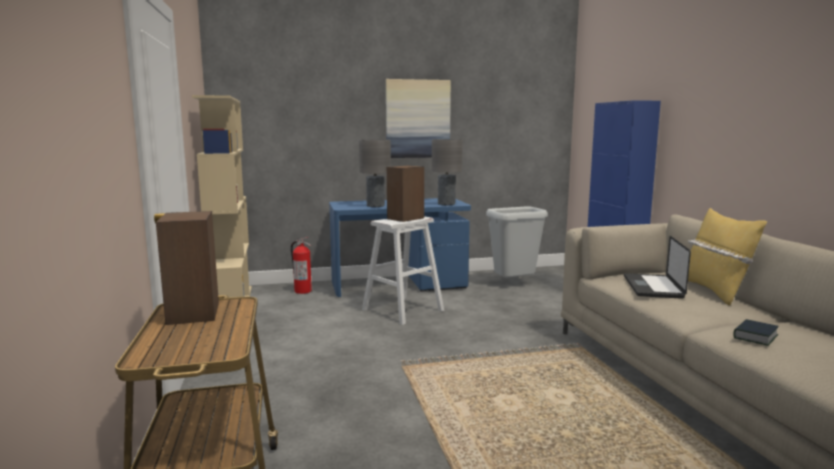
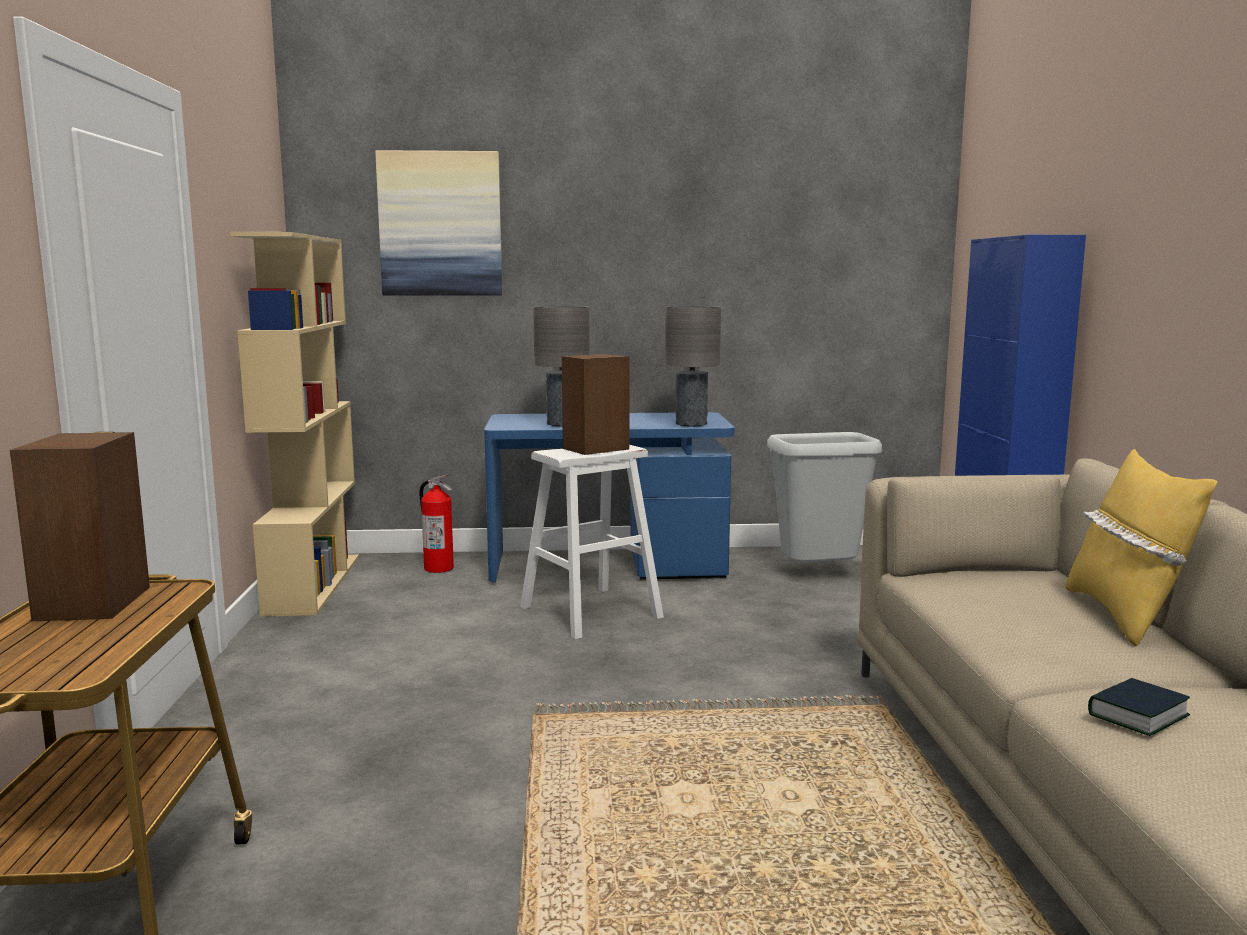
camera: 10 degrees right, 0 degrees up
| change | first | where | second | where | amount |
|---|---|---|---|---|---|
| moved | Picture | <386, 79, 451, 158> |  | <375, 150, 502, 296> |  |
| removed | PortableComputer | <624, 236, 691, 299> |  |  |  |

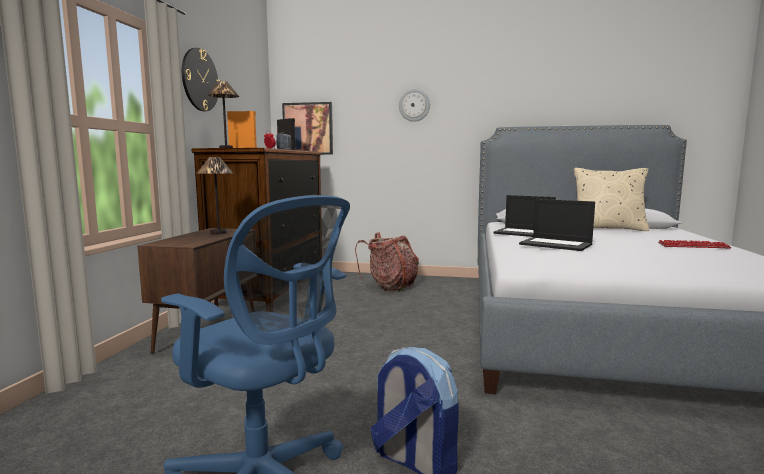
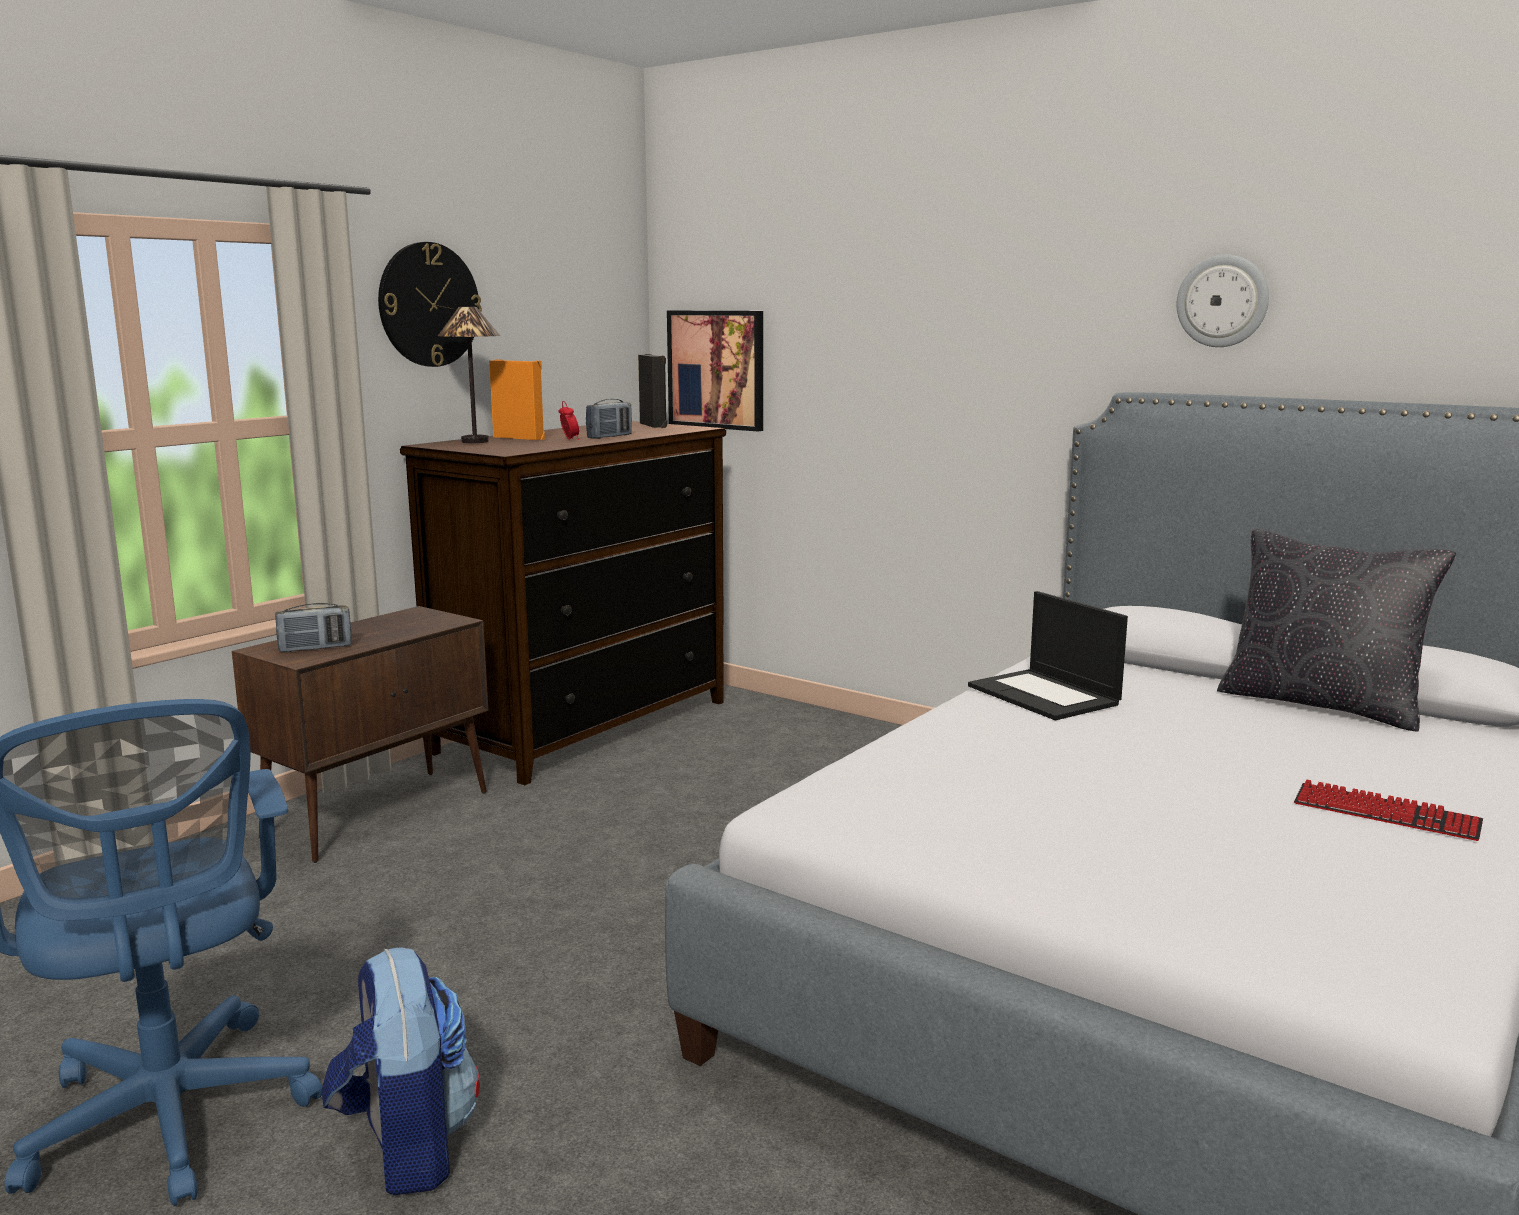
camera: 25 degrees right, 5 degrees up
| change | first | where | second | where | amount |
|---|---|---|---|---|---|
| moved | ClockOnTheWall | <399, 89, 430, 122> |  | <1176, 255, 1269, 347> |  |
| removed | TabletopLamp | <196, 157, 233, 234> |  |  |  |
| recoloured | BeigeColouredThrowPillow | <574, 168, 649, 231> | BlackThrowPillow | <1217, 529, 1456, 732> |  |
| removed | PortableComputer | <519, 199, 595, 251> |  |  |  |
| removed | Rucksack | <355, 233, 419, 292> |  |  |  |
| added |  |  | RadioReceiver | <275, 603, 352, 652> |  |

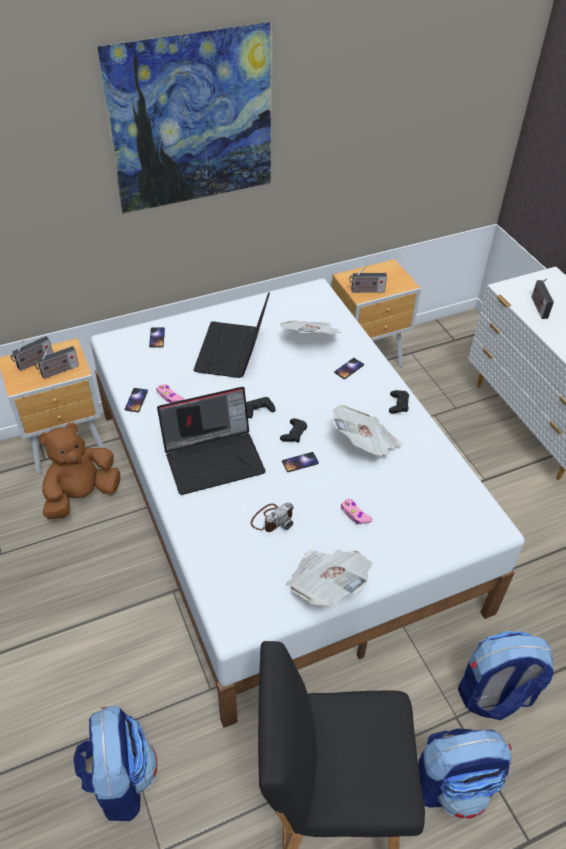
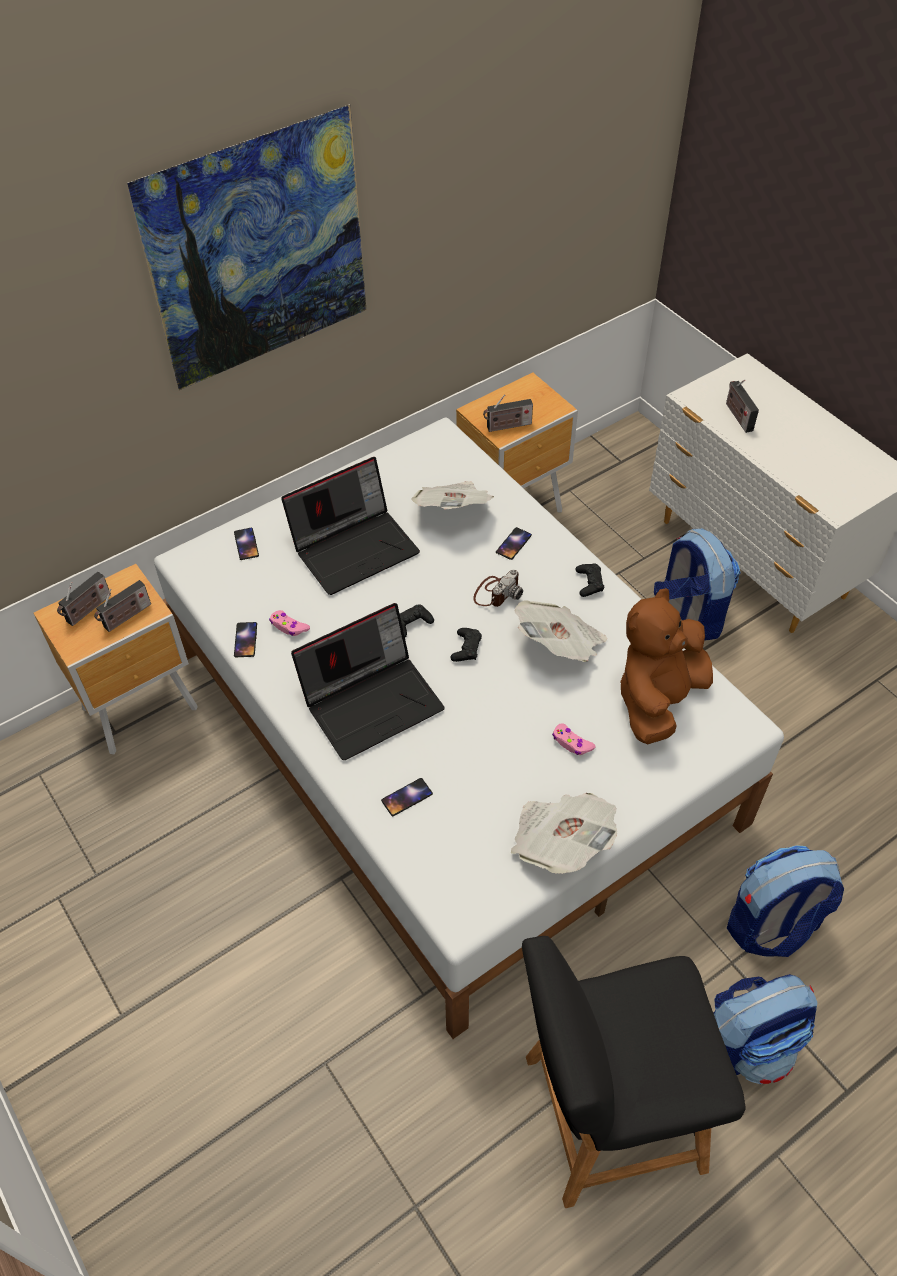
camera: 10 degrees left, 5 degrees up
| change | first | where | second | where | amount |
|---|---|---|---|---|---|
| turned | PortableComputer | <193, 292, 270, 378> |  | <281, 457, 420, 595> | 120 degrees counterclockwise |
| moved | BrownColouredPlushToy | <39, 423, 120, 519> |  | <620, 588, 713, 744> |  |
| moved | Handset | <282, 452, 319, 472> |  | <381, 778, 433, 816> |  |
| moved | PhotoCamera | <251, 503, 294, 532> |  | <473, 570, 523, 607> |  |
| moved | Rucksack | <74, 706, 157, 821> |  | <654, 528, 741, 641> |  |

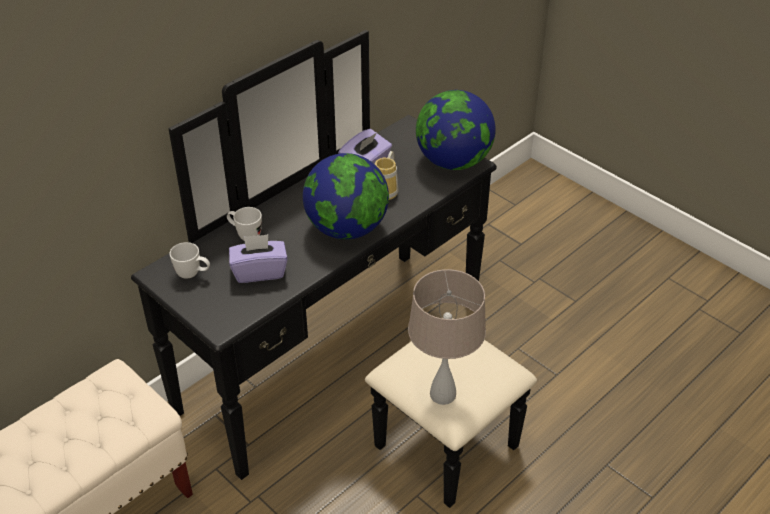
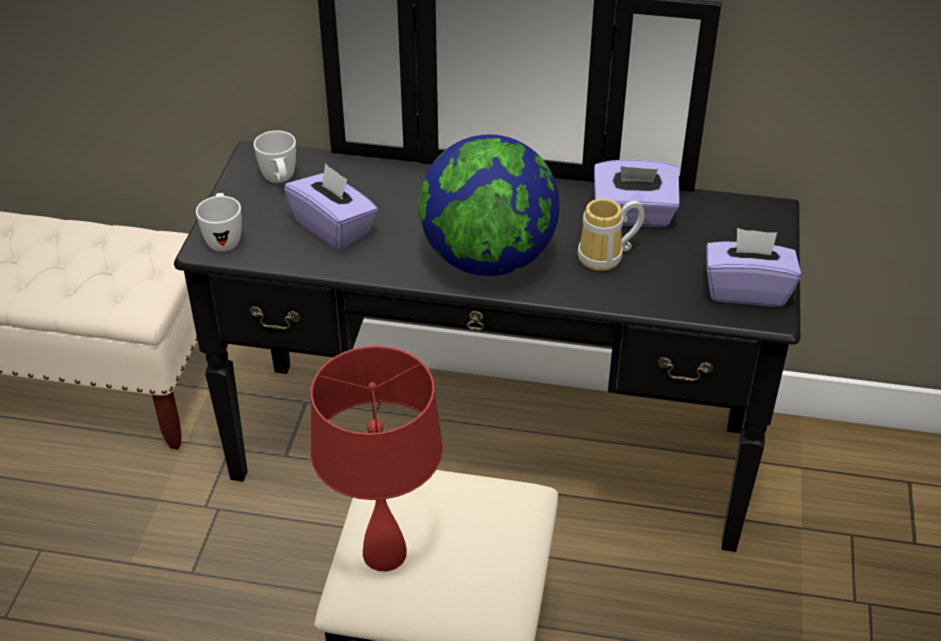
camera: 55 degrees right, 0 degrees up
| change | first | where | second | where | amount |
|---|---|---|---|---|---|
| replaced | Globe | <416, 90, 496, 170> | PurpleColouredTissueBox | <706, 228, 801, 306> |  |
| moved | WhiteColouredCoffeeMug | <227, 207, 262, 240> |  | <196, 193, 242, 251> |  |
| recoloured | BeigeColouredTabletopLamp | <408, 269, 486, 405> | RedTabletopLamp | <310, 346, 443, 571> |  |

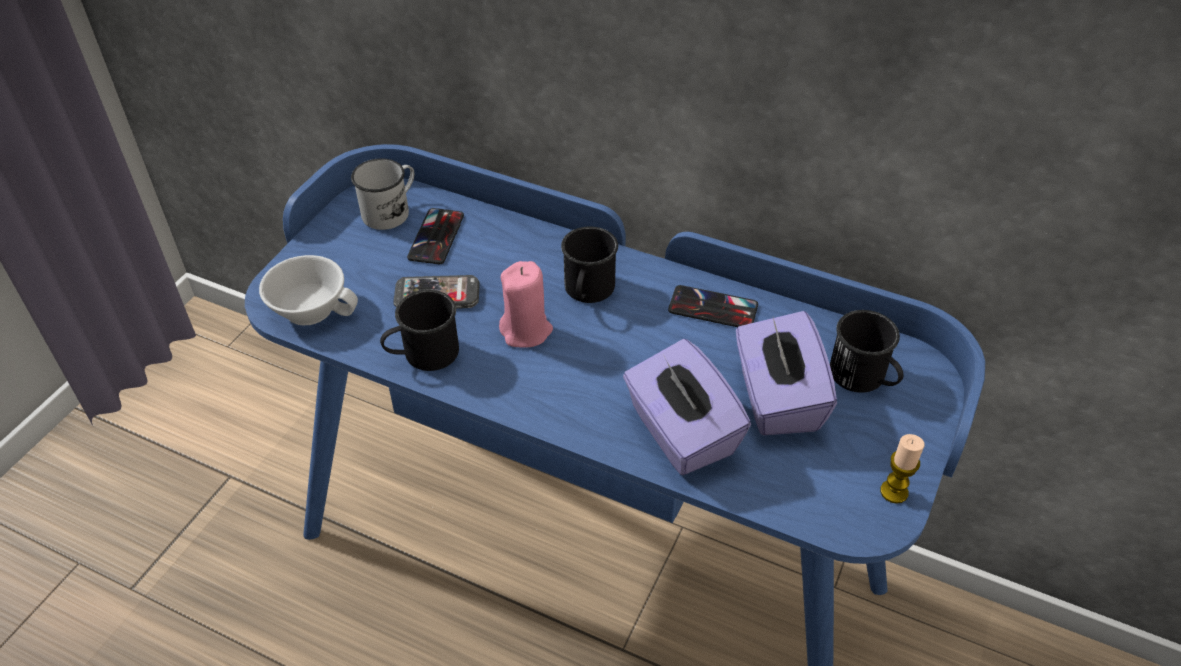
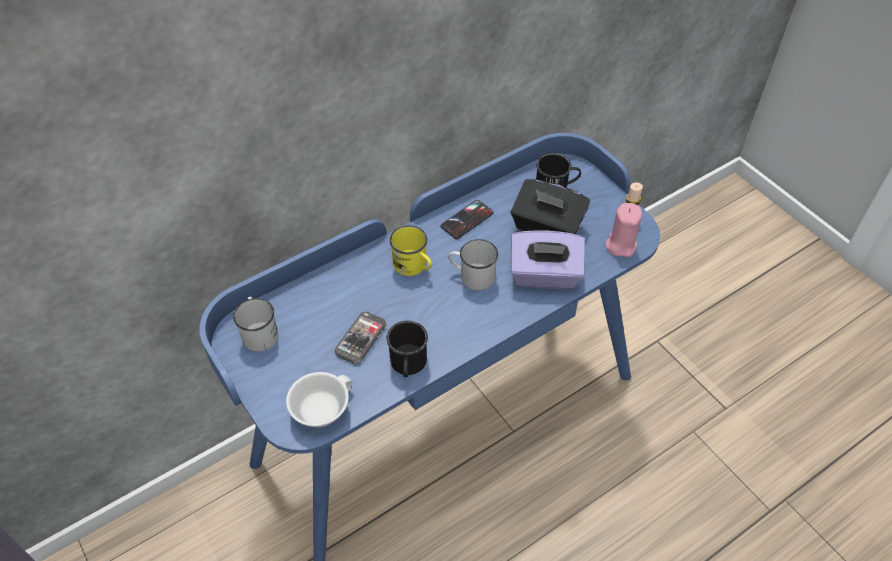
camera: 60 degrees left, 5 degrees up
| change | first | where | second | where | amount |
|---|---|---|---|---|---|
| removed | Handset | <407, 208, 464, 264> |  |  |  |
| recoloured | BlackCoffeeMug | <561, 227, 618, 303> | YellowColouredCoffeeMug | <390, 225, 432, 276> |  |
| moved | PinkColouredCandle | <499, 261, 553, 347> |  | <606, 203, 642, 257> |  |
| recoloured | PurpleColouredTissueBox | <736, 311, 837, 435> | BlackTissueBox | <511, 179, 590, 234> |  |
| added |  |  | WhiteColouredCoffeeMug | <448, 239, 498, 290> |  |

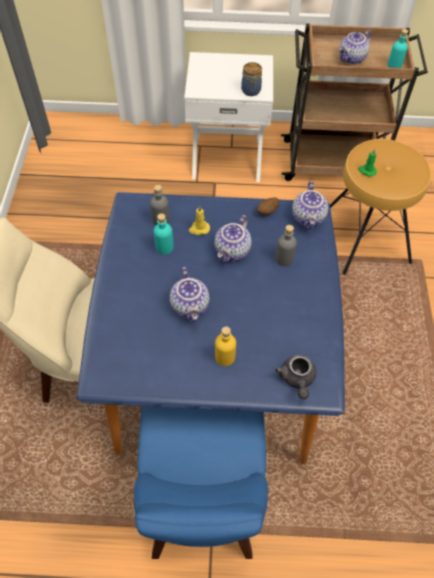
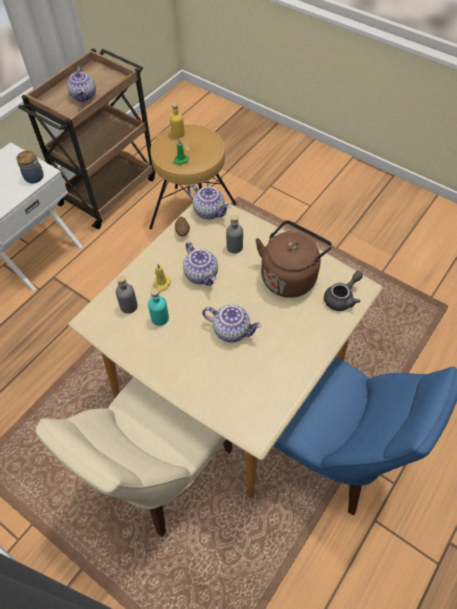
camera: 55 degrees left, 0 degrees up
| change | first | where | second | where | amount |
|---|---|---|---|---|---|
| removed | TurquoiseBottle | <388, 29, 408, 68> |  |  |  |
| recoloured | BlueColouredDiningTable | <77, 192, 345, 465> | BeigeColouredDiningTable | <68, 202, 383, 498> |  |
| moved | YellowColouredBottle | <215, 326, 236, 366> |  | <170, 103, 185, 138> |  |
| turned | GrayTeapot | <275, 355, 316, 399> |  | <324, 271, 363, 311> | 75 degrees counterclockwise |
| added |  |  | BrownColouredTeaKettle | <256, 220, 332, 298> |  |

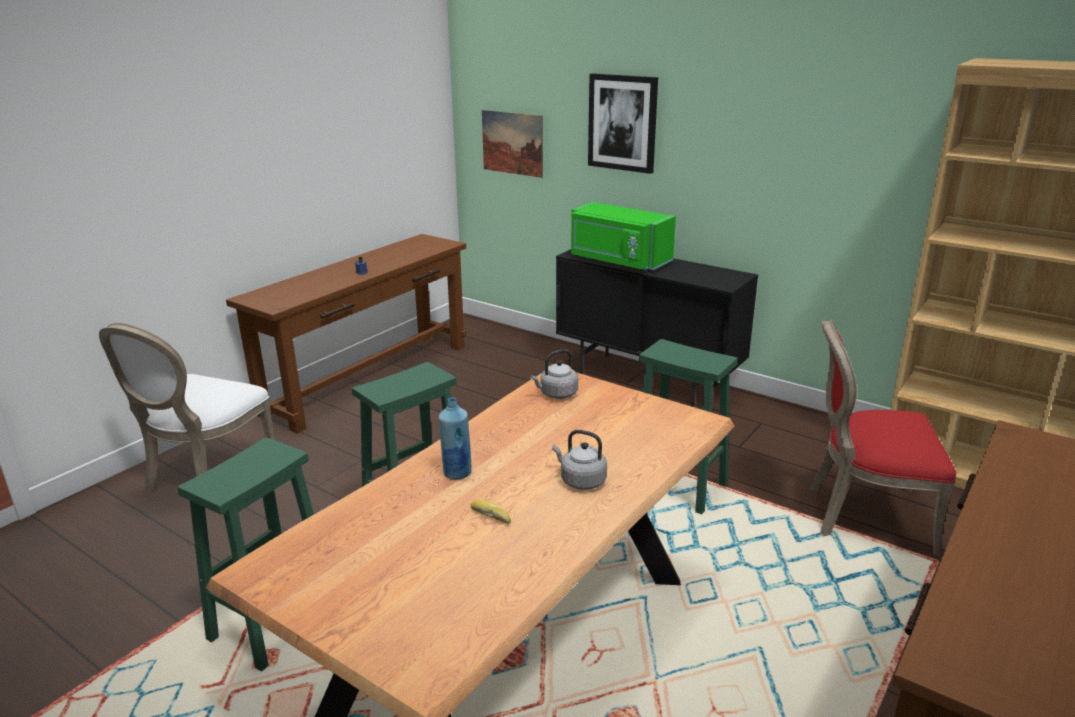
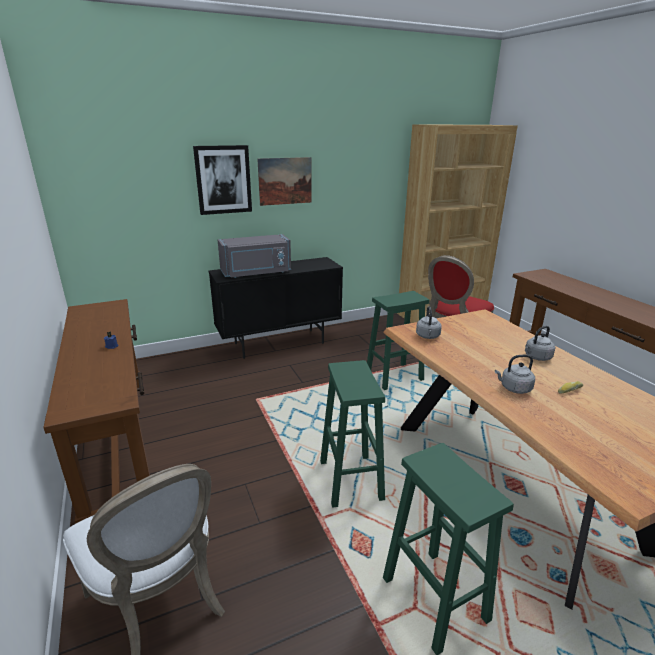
camera: 60 degrees left, 0 degrees up
| change | first | where | second | where | amount |
|---|---|---|---|---|---|
| moved | Picture | <482, 110, 543, 178> |  | <257, 157, 312, 206> |  |
| recoloured | GreenishMicrowave | <571, 202, 676, 271> | GrayMicrowave | <218, 234, 291, 278> |  |
| replaced | BlueColouredBottle | <438, 397, 472, 480> | GrayTeaKettle | <495, 355, 535, 394> |  |

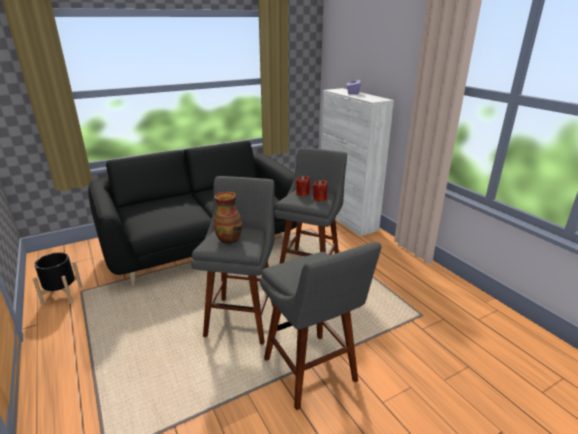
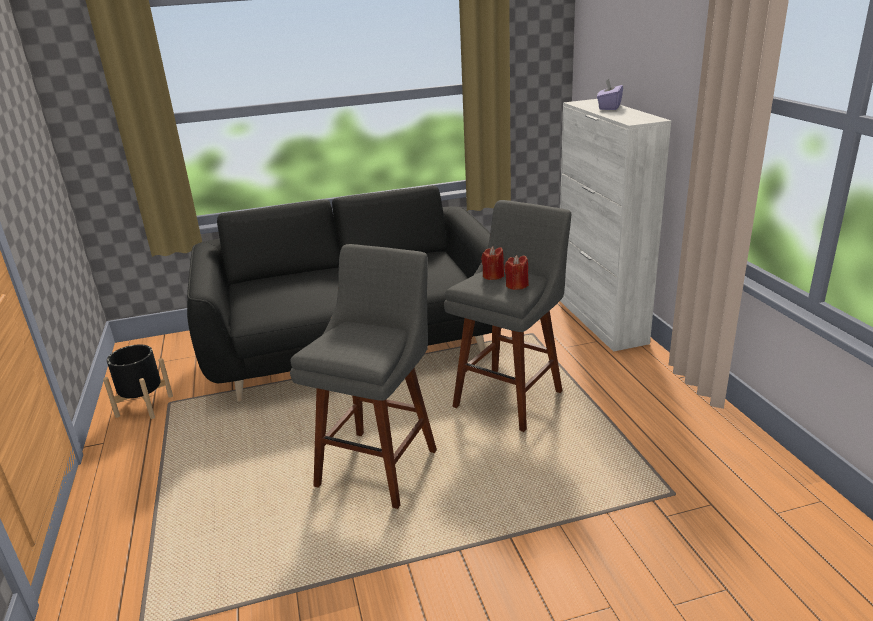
camera: 15 degrees right, 0 degrees up
| change | first | where | second | where | amount |
|---|---|---|---|---|---|
| removed | DecorativeVase | <214, 192, 242, 244> |  |  |  |
| removed | GrayStool | <260, 242, 382, 410> |  |  |  |

